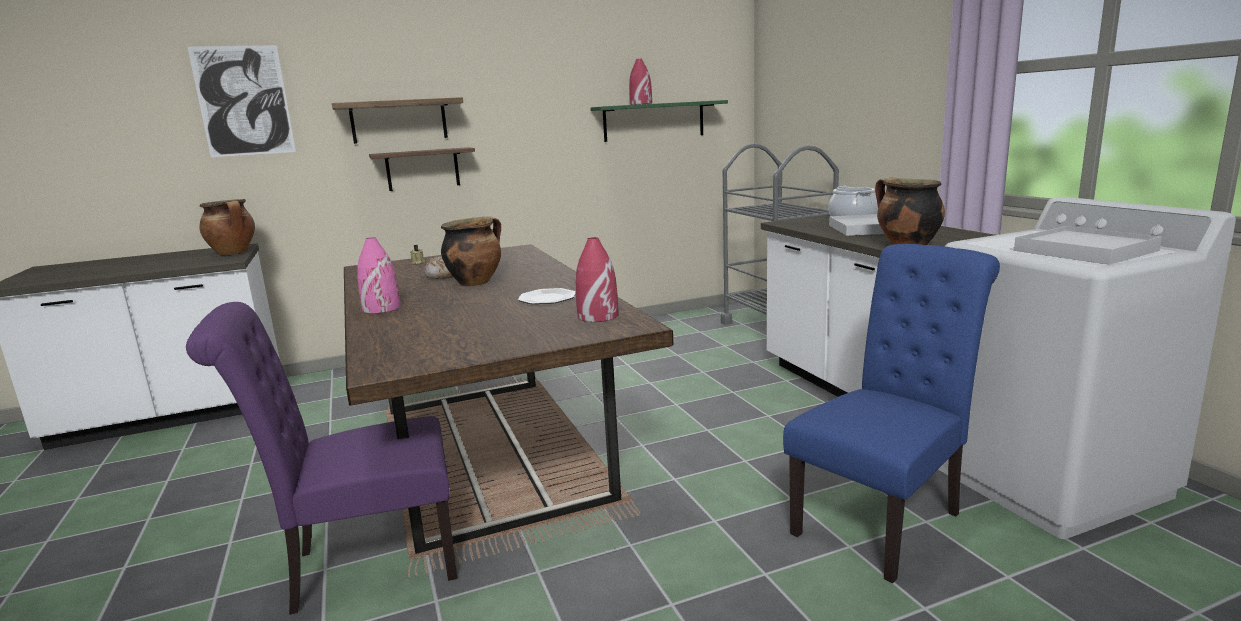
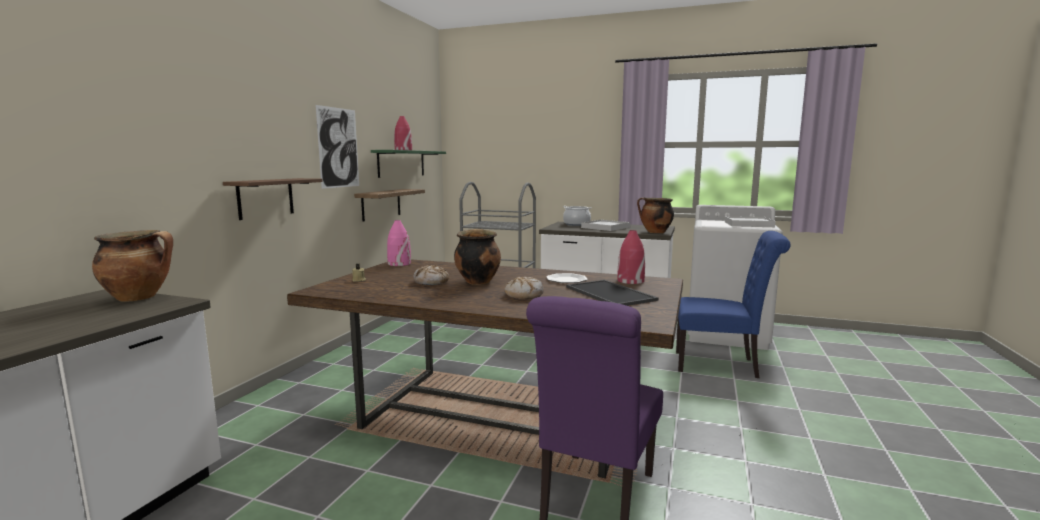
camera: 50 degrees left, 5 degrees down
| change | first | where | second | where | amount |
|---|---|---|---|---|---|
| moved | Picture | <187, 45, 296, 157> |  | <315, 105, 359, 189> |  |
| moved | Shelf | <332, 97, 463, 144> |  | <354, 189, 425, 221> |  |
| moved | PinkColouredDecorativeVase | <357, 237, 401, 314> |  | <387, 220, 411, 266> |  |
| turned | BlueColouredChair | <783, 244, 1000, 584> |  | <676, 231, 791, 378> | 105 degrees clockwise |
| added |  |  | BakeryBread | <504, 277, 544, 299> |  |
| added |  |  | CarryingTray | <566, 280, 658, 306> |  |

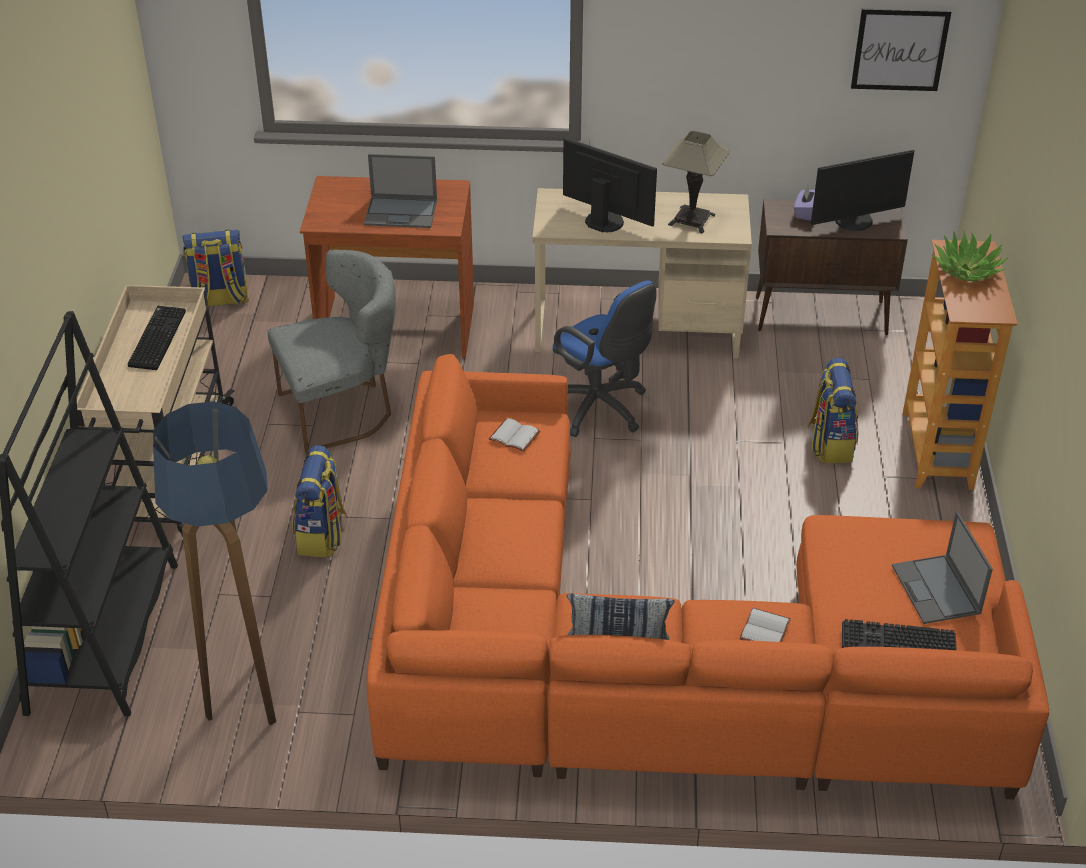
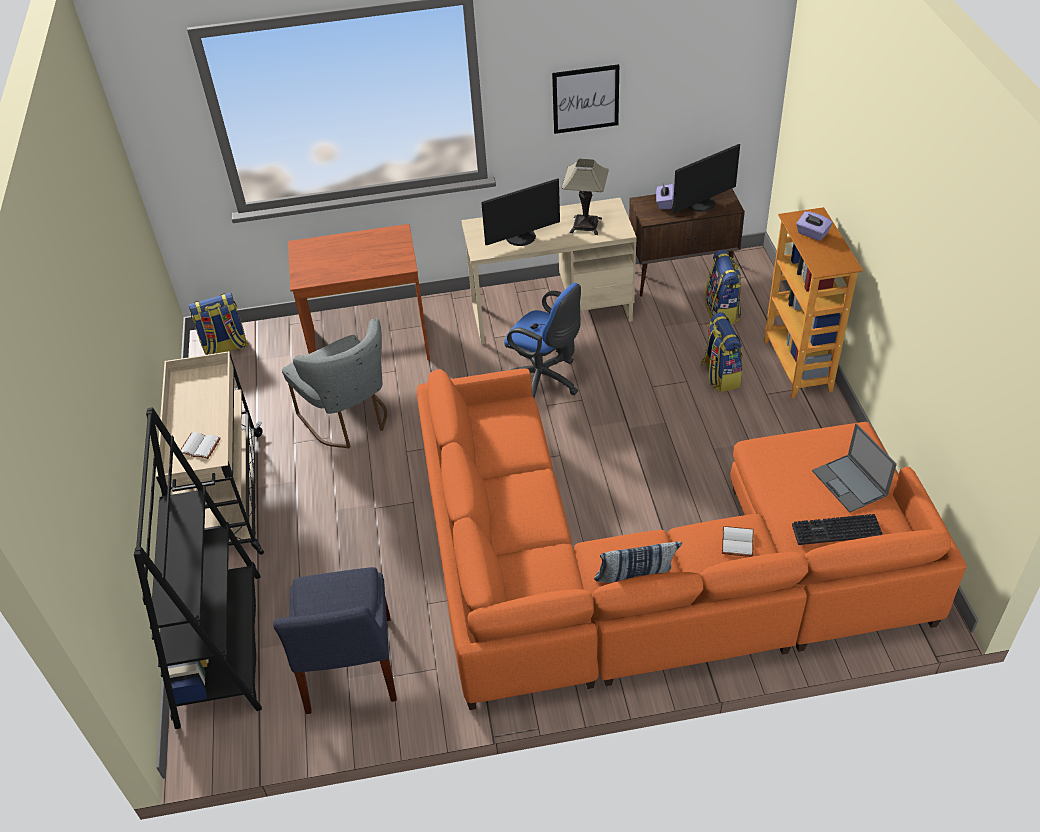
camera: 10 degrees left, 5 degrees up
| change | first | where | second | where | amount |
|---|---|---|---|---|---|
| moved | Picture | <851, 8, 951, 91> |  | <552, 64, 619, 134> |  |
| turned | ComputerDisplay | <563, 137, 657, 232> |  | <481, 178, 560, 246> | 135 degrees clockwise |
| removed | PortableComputer | <364, 154, 437, 228> |  |  |  |
| replaced | PlantInAPot | <932, 231, 1008, 282> | PurpleColouredTissueBox | <796, 211, 833, 241> |  |
| turned | GrayChair | <268, 250, 396, 454> |  | <282, 319, 387, 448> | 90 degrees clockwise |
| removed | PcKeyboard | <128, 306, 186, 370> |  |  |  |
| replaced | FloorLamp | <153, 401, 276, 725> | BlueColouredChair | <273, 567, 397, 714> |  |
| moved | WhiteColouredBoundBook | <489, 418, 540, 452> |  | <180, 432, 221, 459> |  |
| moved | Rucksack | <292, 445, 348, 557> |  | <705, 250, 741, 324> |  |

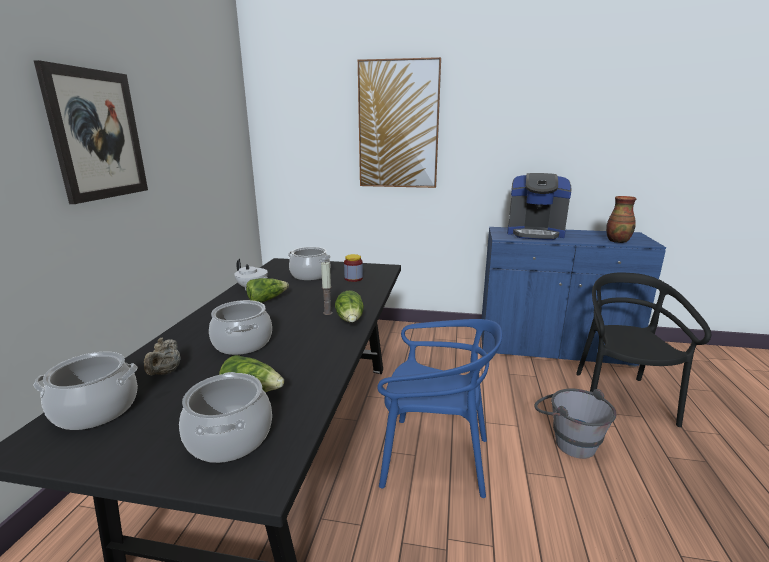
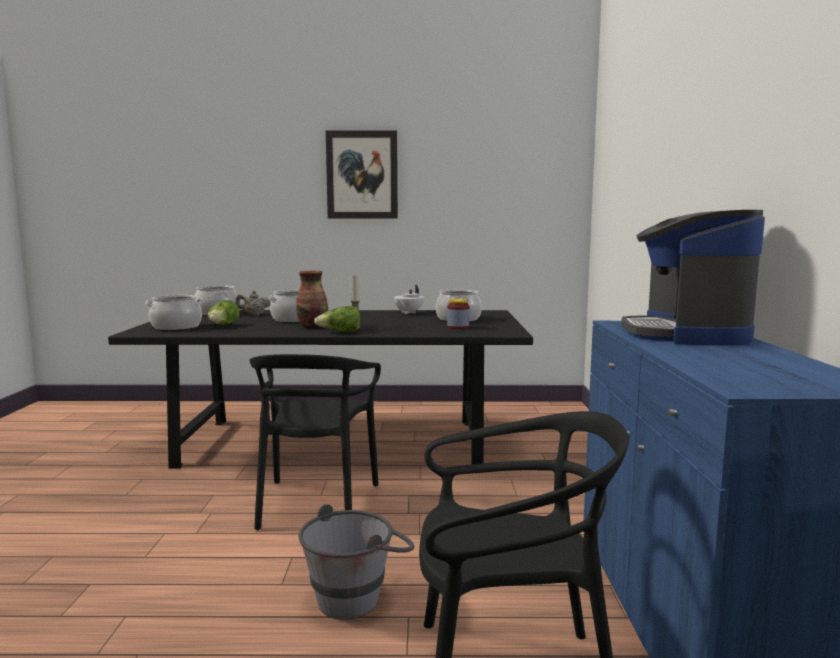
camera: 80 degrees right, 10 degrees down
| change | first | where | second | where | amount |
|---|---|---|---|---|---|
| removed | Picture | <358, 57, 441, 188> |  |  |  |
| moved | DecorativeVase | <606, 196, 637, 243> |  | <296, 271, 328, 328> |  |
| removed | LettuceHead | <246, 278, 289, 303> |  |  |  |
| recoloured | BlueColouredChair | <377, 319, 502, 498> | BlackChair | <249, 354, 381, 530> |  |

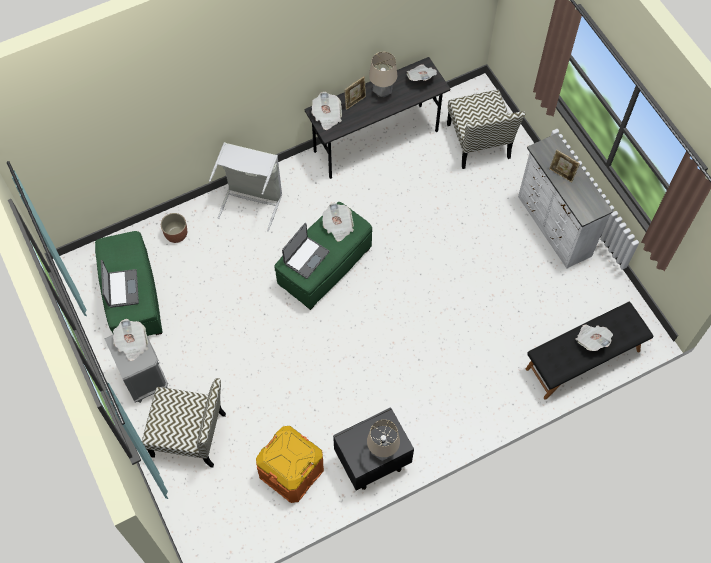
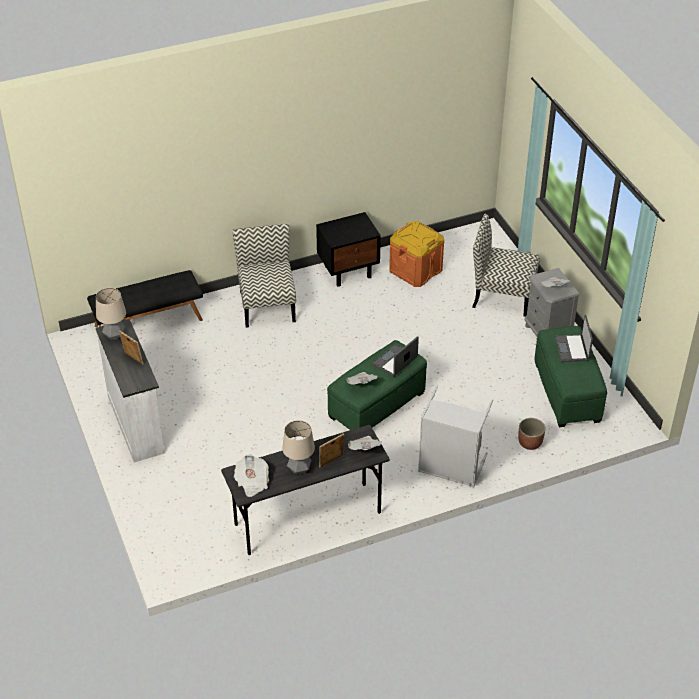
camera: 175 degrees left, 20 degrees down
| change | first | where | second | where | amount |
|---|---|---|---|---|---|
| moved | Chair | <447, 90, 525, 169> |  | <232, 224, 296, 328> |  |
| removed | DailyPaper | <575, 324, 613, 351> |  |  |  |
| moved | TabletopLamp | <367, 420, 400, 461> |  | <96, 288, 126, 340> |  |

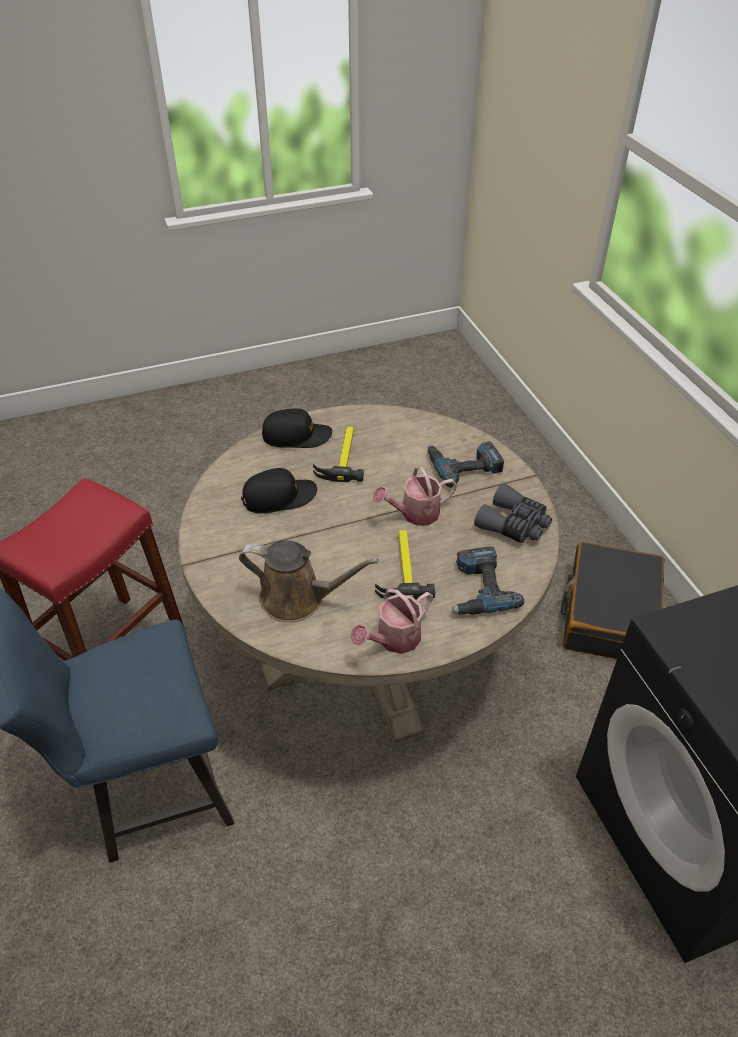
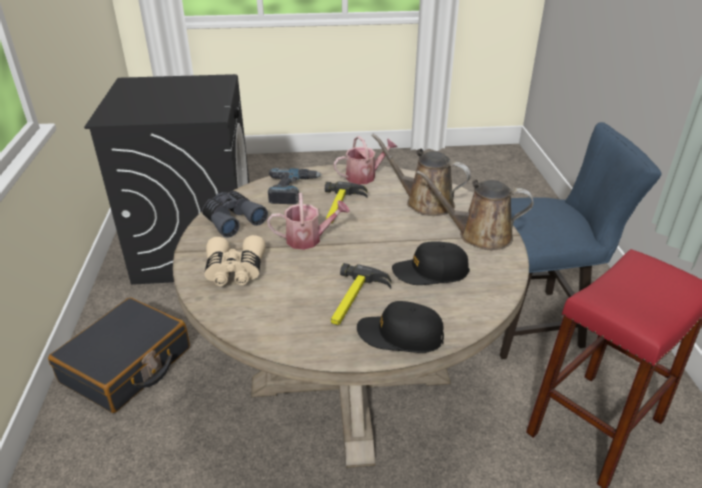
camera: 165 degrees left, 10 degrees down
| change | first | where | second | where | amount |
|---|---|---|---|---|---|
| replaced | ElectricDrill | <427, 441, 504, 488> | BeigeColouredPairOfBinoculars | <205, 235, 266, 286> |  |
| added |  |  | BrownColouredWateringCan | <416, 170, 533, 250> |  |

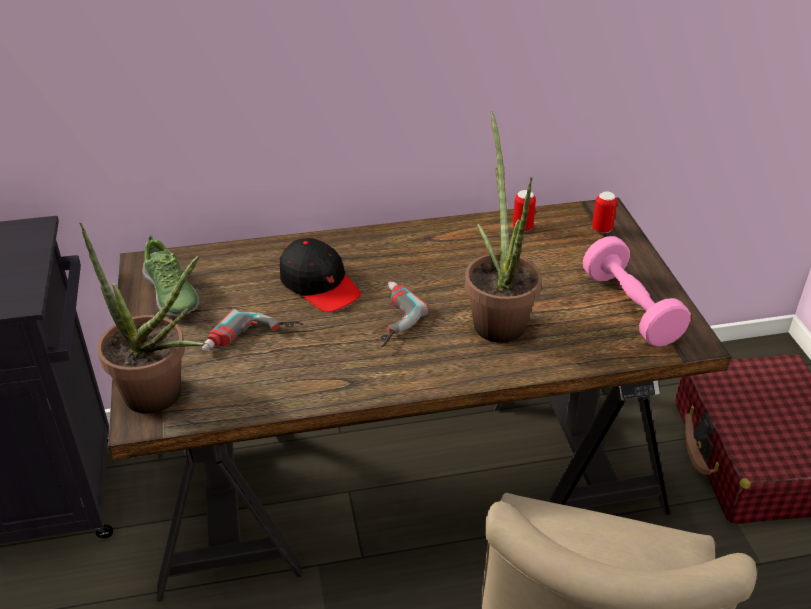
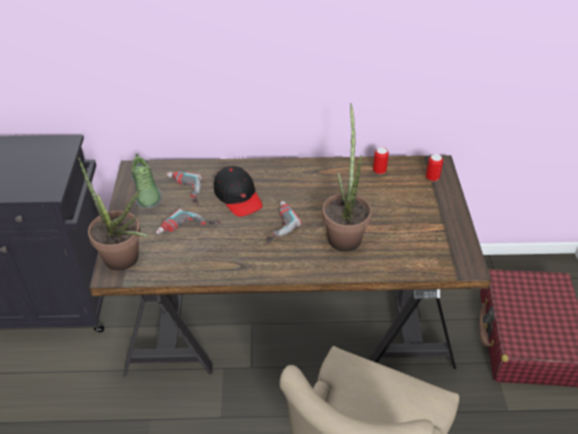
camera: 10 degrees right, 5 degrees up
| change | first | where | second | where | amount |
|---|---|---|---|---|---|
| removed | PinkColouredDumbbell | <583, 236, 691, 347> |  |  |  |
| added |  |  | ElectricDrill | <166, 171, 202, 207> |  |

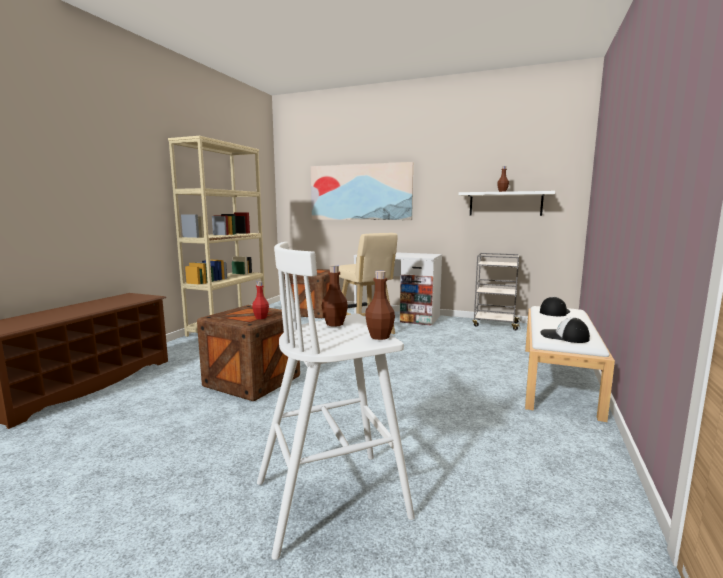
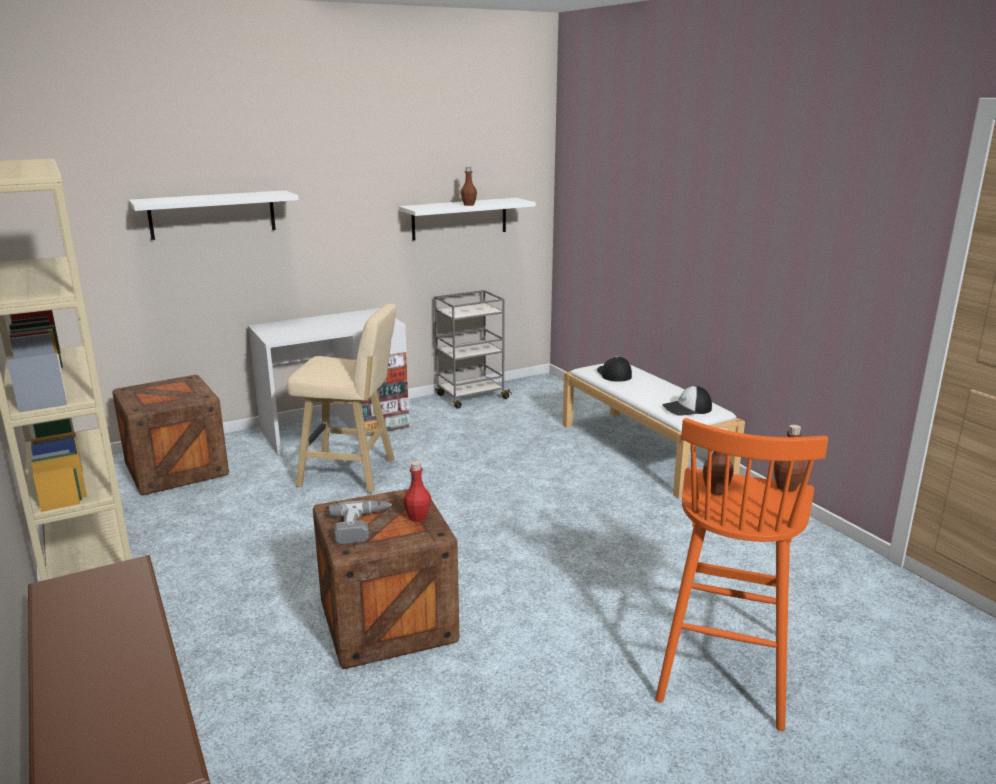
camera: 50 degrees left, 10 degrees up
| change | first | where | second | where | amount |
|---|---|---|---|---|---|
| replaced | Picture | <311, 162, 413, 220> | WhiteColouredShelf | <129, 190, 299, 240> |  |
| recoloured | WhiteColouredStool | <257, 242, 415, 560> | OrangeyStool | <655, 418, 828, 731> |  |
| added |  |  | ElectricDrill | <329, 500, 392, 544> |  |

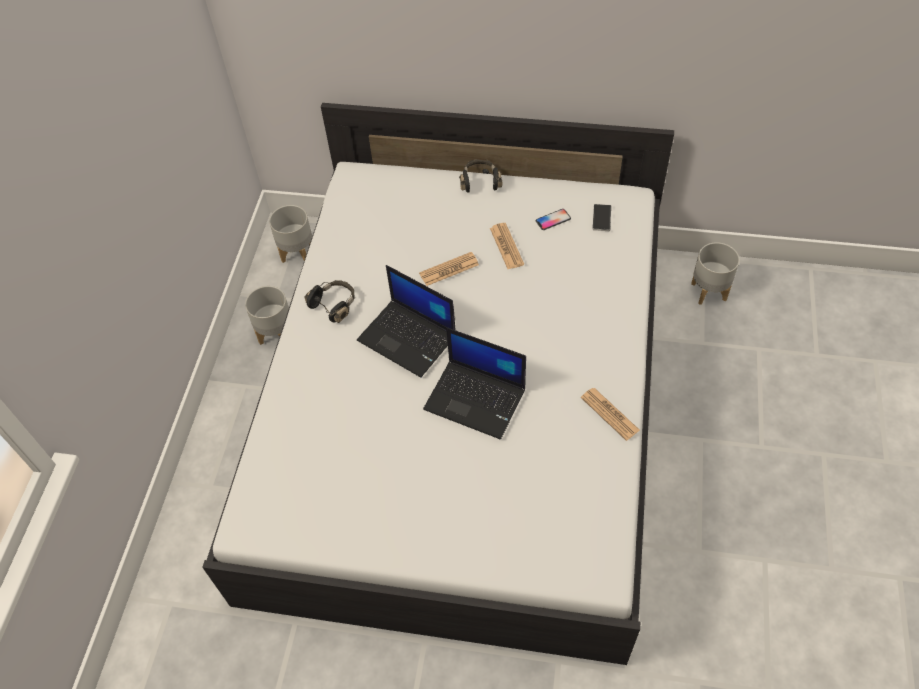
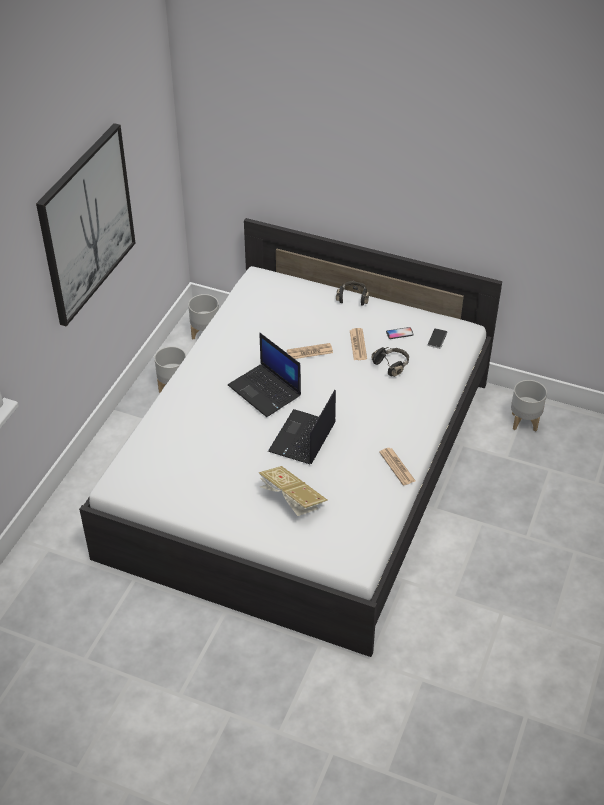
camera: 10 degrees right, 10 degrees down
| change | first | where | second | where | amount |
|---|---|---|---|---|---|
| moved | BlackPairOfHeadphones | <305, 280, 355, 323> |  | <372, 347, 409, 377> |  |
| turned | PortableComputer | <423, 327, 526, 439> |  | <268, 390, 336, 464> | 75 degrees clockwise |
| added |  |  | Picture | <36, 123, 135, 326> |  |
| added |  |  | BoundBook | <259, 466, 328, 516> |  |

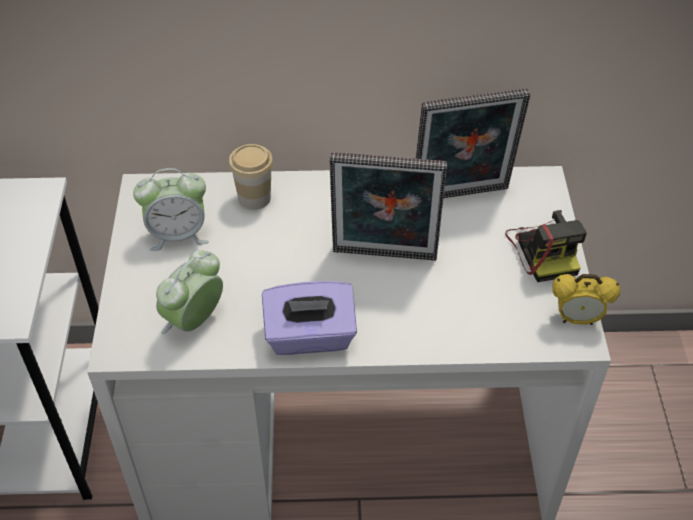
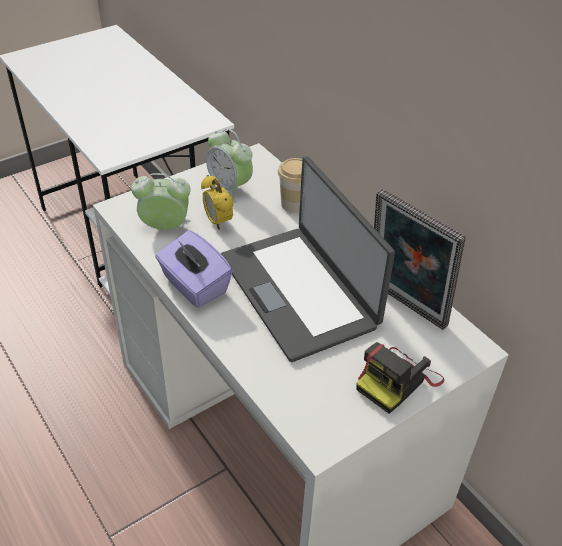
camera: 55 degrees right, 5 degrees down
| change | first | where | second | where | amount |
|---|---|---|---|---|---|
| replaced | PhotoFrame | <330, 152, 447, 261> | PortableComputer | <220, 156, 395, 362> |  |
| moved | TableClock | <552, 274, 620, 325> |  | <201, 175, 233, 230> |  |

